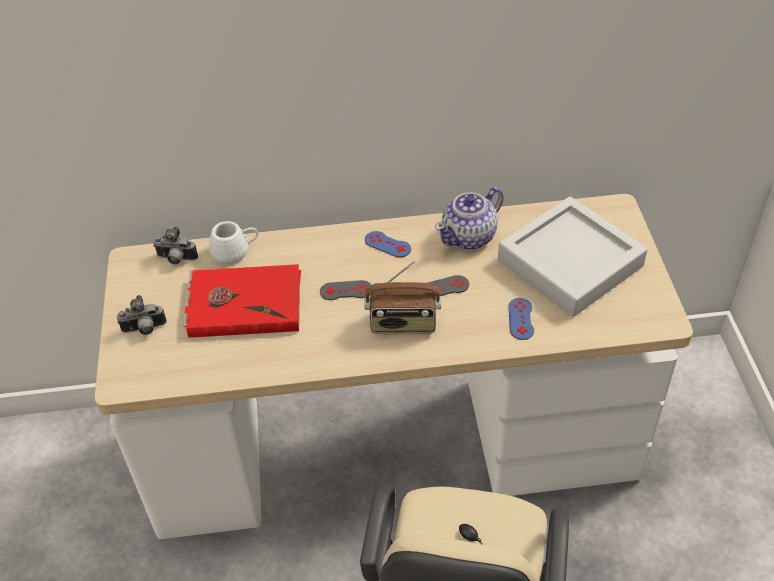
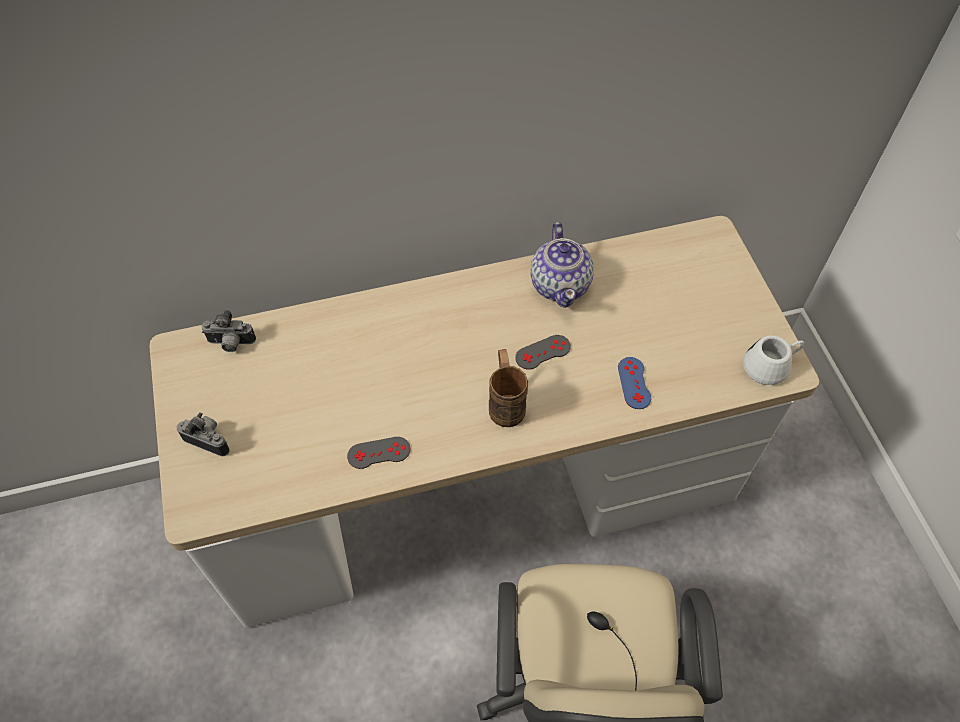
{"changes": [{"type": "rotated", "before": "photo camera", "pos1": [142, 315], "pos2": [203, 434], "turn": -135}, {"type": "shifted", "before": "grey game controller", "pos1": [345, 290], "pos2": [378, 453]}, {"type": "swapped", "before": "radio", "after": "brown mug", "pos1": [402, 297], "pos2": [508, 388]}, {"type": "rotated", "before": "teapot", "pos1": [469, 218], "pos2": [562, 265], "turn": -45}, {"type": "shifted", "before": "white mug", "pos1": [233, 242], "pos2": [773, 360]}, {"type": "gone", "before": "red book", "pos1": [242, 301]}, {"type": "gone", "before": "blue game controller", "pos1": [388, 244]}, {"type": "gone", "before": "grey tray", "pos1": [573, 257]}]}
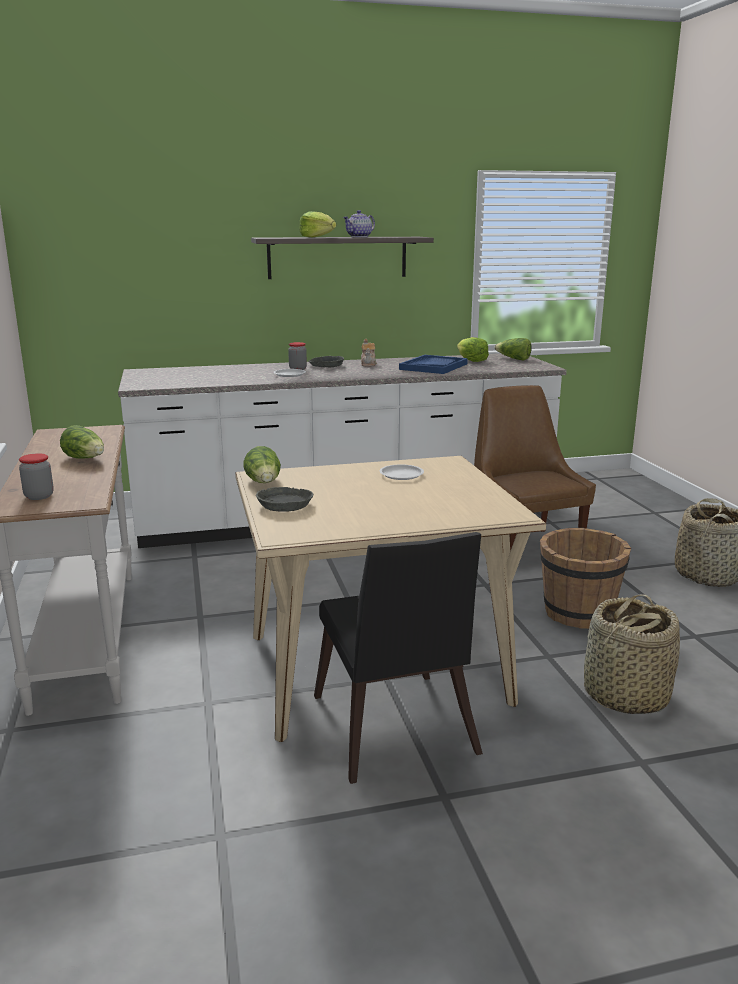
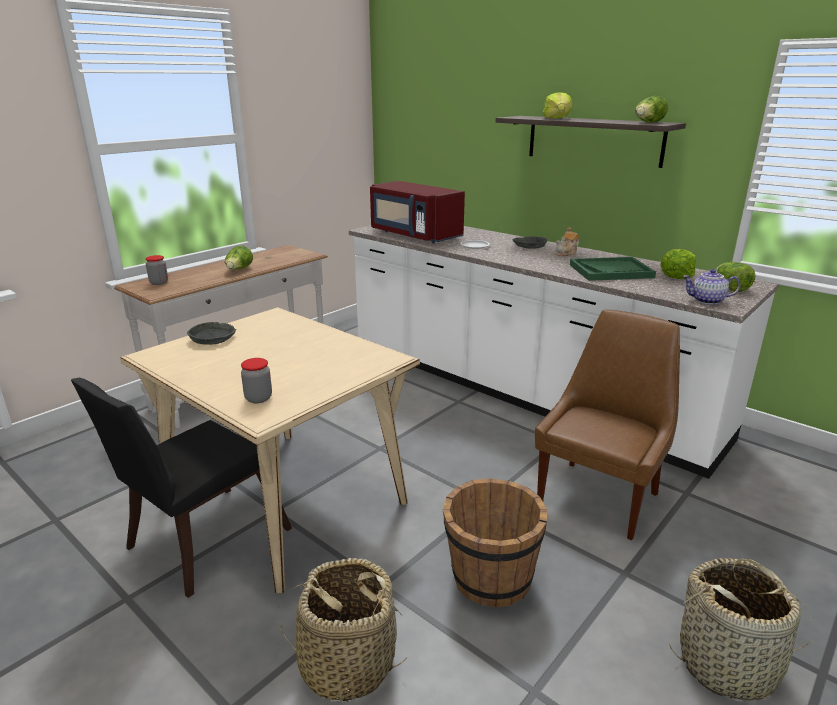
{"changes": [{"type": "shifted", "before": "jar", "pos1": [297, 356], "pos2": [256, 380]}, {"type": "new", "after": "red microwave", "pos2": [417, 212]}, {"type": "repainted", "before": "blue tray", "after": "green tray", "pos1": [433, 364], "pos2": [613, 269]}, {"type": "shifted", "before": "lettuce", "pos1": [262, 464], "pos2": [651, 109]}, {"type": "shifted", "before": "teapot", "pos1": [359, 223], "pos2": [711, 287]}, {"type": "gone", "before": "white plate", "pos1": [401, 472]}]}
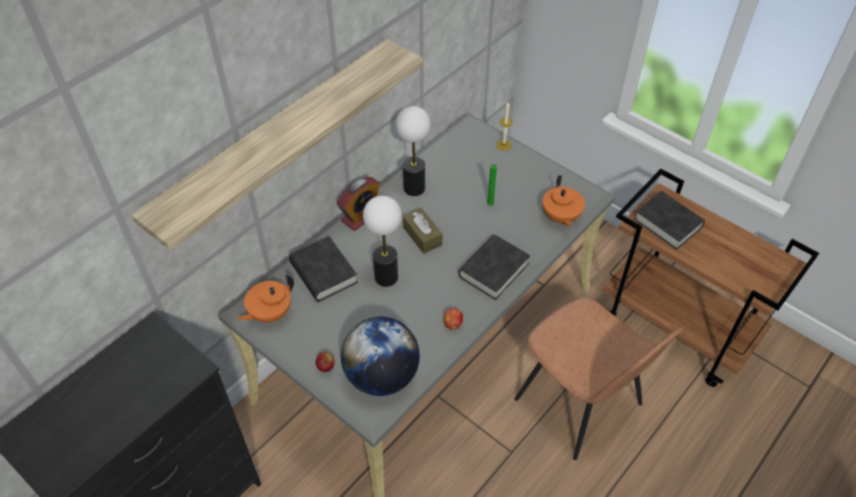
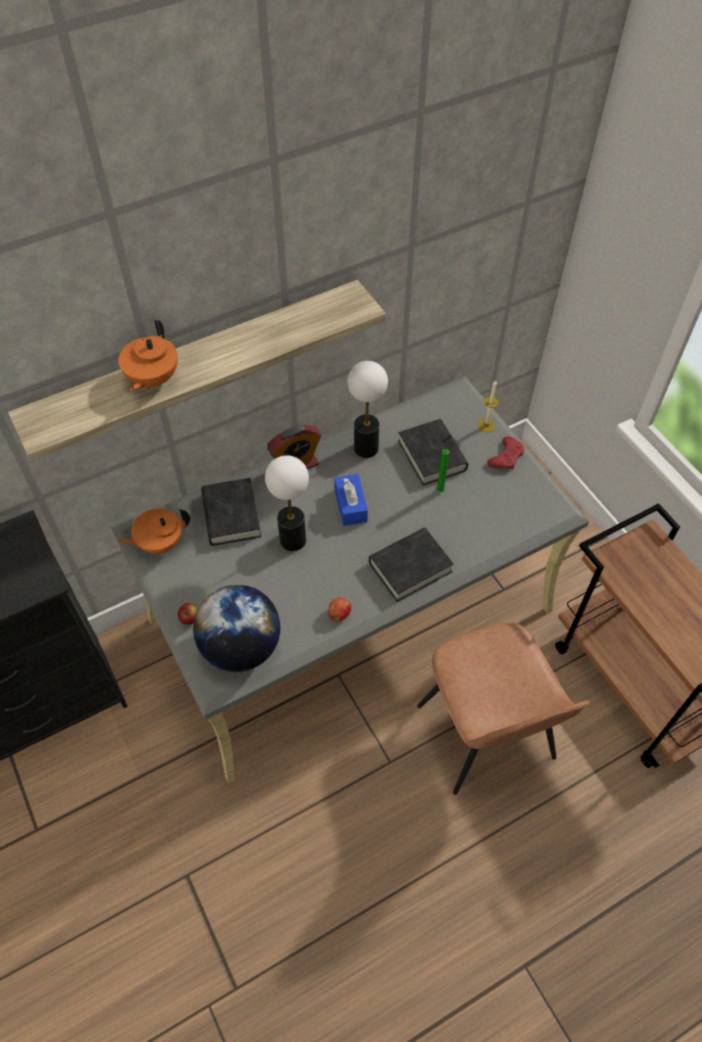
{"changes": [{"type": "shifted", "before": "orange teapot", "pos1": [564, 201], "pos2": [148, 355]}, {"type": "repainted", "before": "brown tissue box", "after": "blue tissue box", "pos1": [422, 231], "pos2": [351, 500]}, {"type": "shifted", "before": "black book", "pos1": [669, 220], "pos2": [433, 452]}, {"type": "new", "after": "red game controller", "pos2": [506, 453]}]}
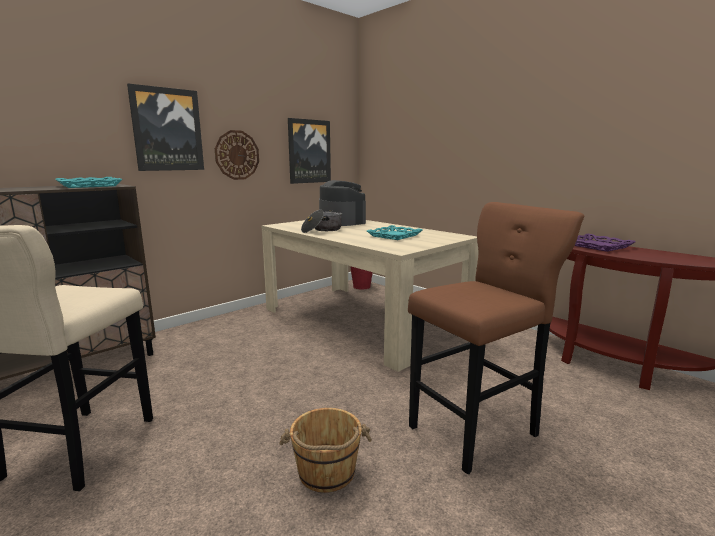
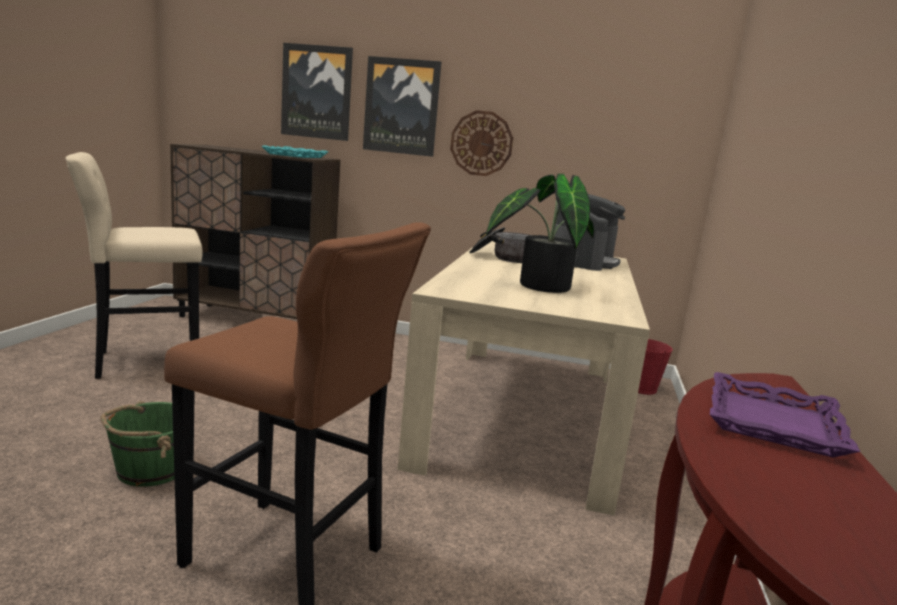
{"changes": [{"type": "repainted", "before": "brown bucket", "after": "green bucket", "pos1": [325, 450], "pos2": [137, 444]}, {"type": "shifted", "before": "picture", "pos1": [309, 151], "pos2": [317, 92]}, {"type": "swapped", "before": "turquoise tray", "after": "potted plant", "pos1": [395, 232], "pos2": [540, 233]}]}
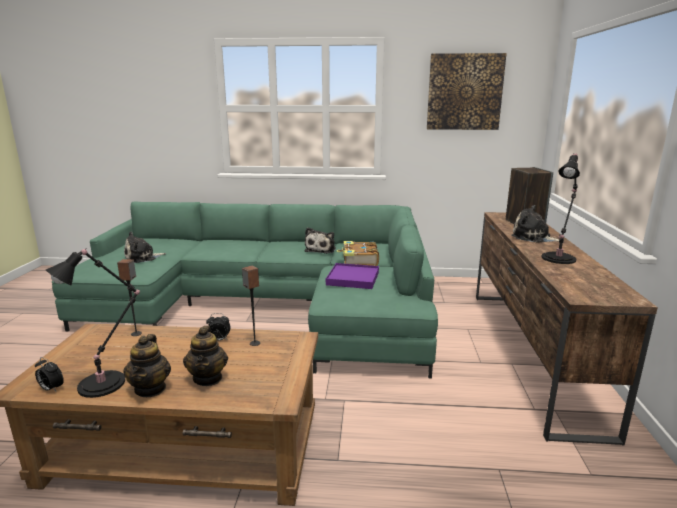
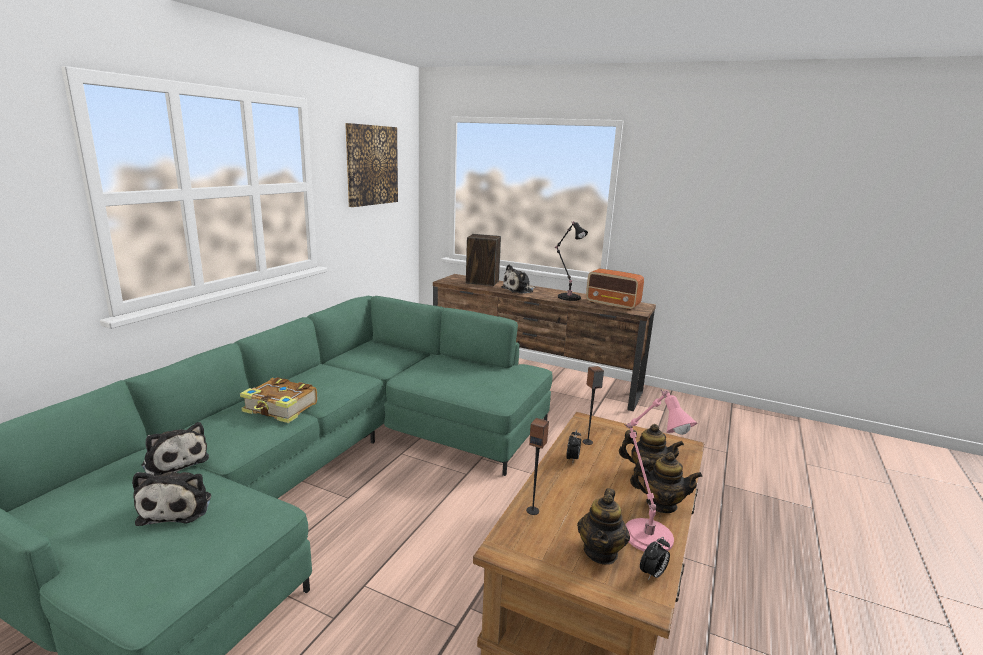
{"changes": [{"type": "shifted", "before": "plush toy", "pos1": [320, 240], "pos2": [175, 449]}, {"type": "shifted", "before": "book", "pos1": [358, 253], "pos2": [278, 400]}, {"type": "new", "after": "teapot", "pos2": [603, 526]}, {"type": "new", "after": "radio", "pos2": [615, 289]}, {"type": "repainted", "before": "black table lamp", "after": "pink table lamp", "pos1": [93, 323], "pos2": [660, 470]}, {"type": "gone", "before": "purple tray", "pos1": [352, 276]}]}
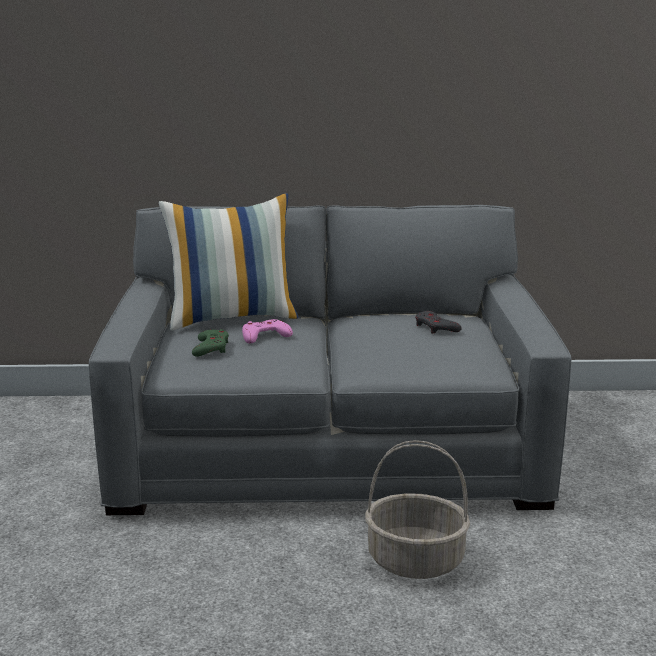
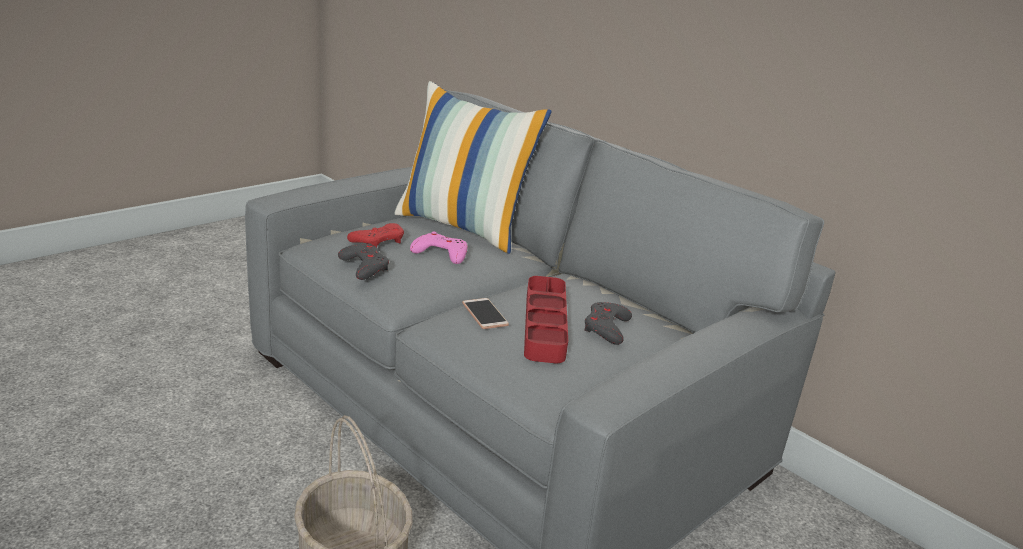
{"changes": [{"type": "new", "after": "grey game controller", "pos2": [363, 261]}, {"type": "repainted", "before": "green game controller", "after": "red game controller", "pos1": [210, 343], "pos2": [375, 235]}, {"type": "new", "after": "phone", "pos2": [485, 313]}, {"type": "new", "after": "red tray", "pos2": [546, 320]}]}
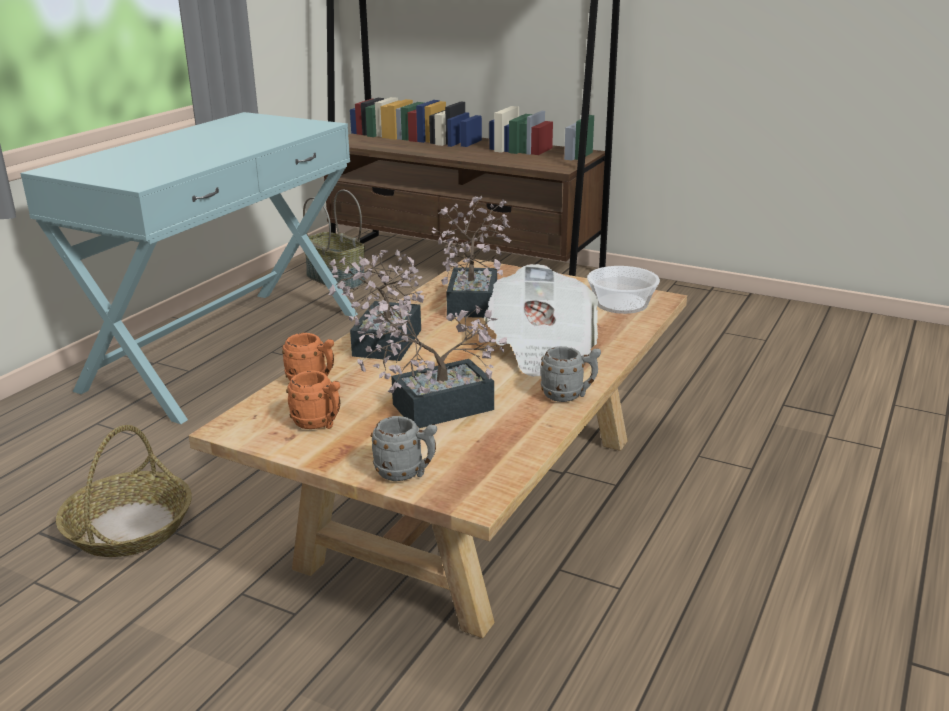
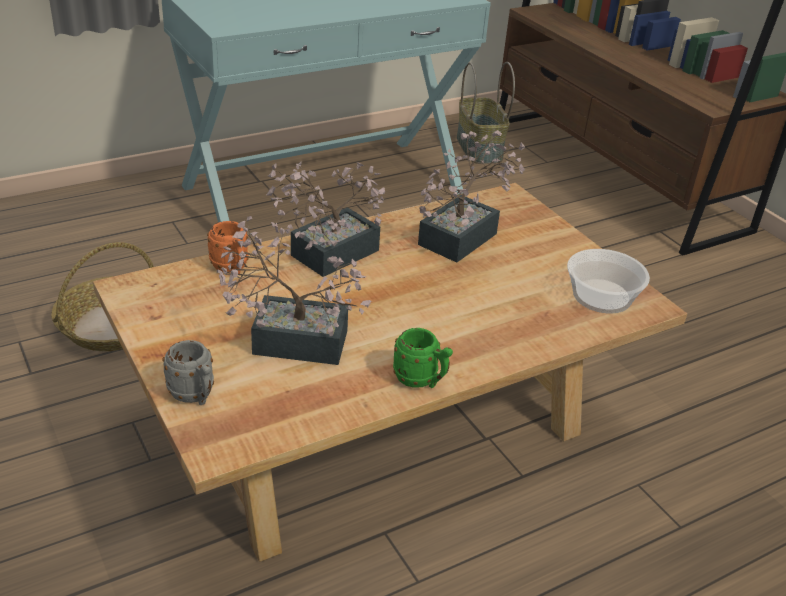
{"changes": [{"type": "repainted", "before": "grey mug", "after": "green mug", "pos1": [571, 374], "pos2": [423, 358]}, {"type": "gone", "before": "orange mug", "pos1": [313, 399]}, {"type": "gone", "before": "newspaper", "pos1": [541, 320]}]}
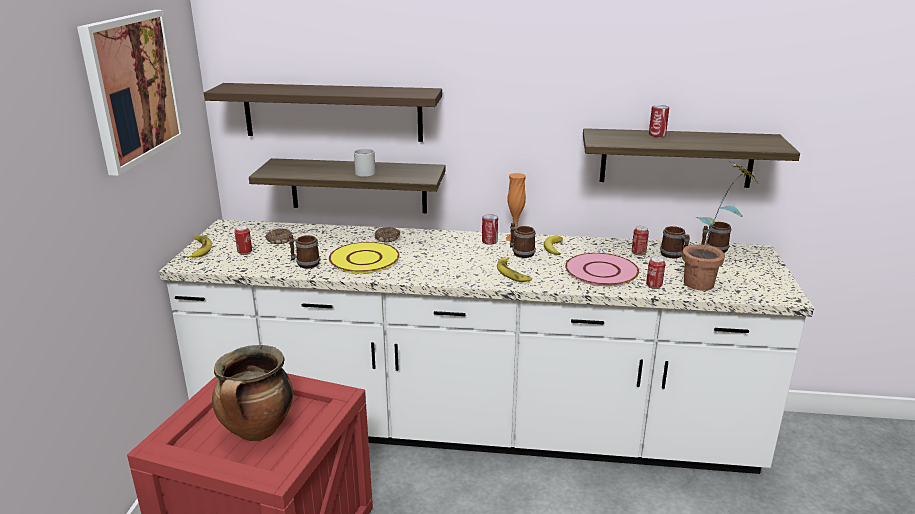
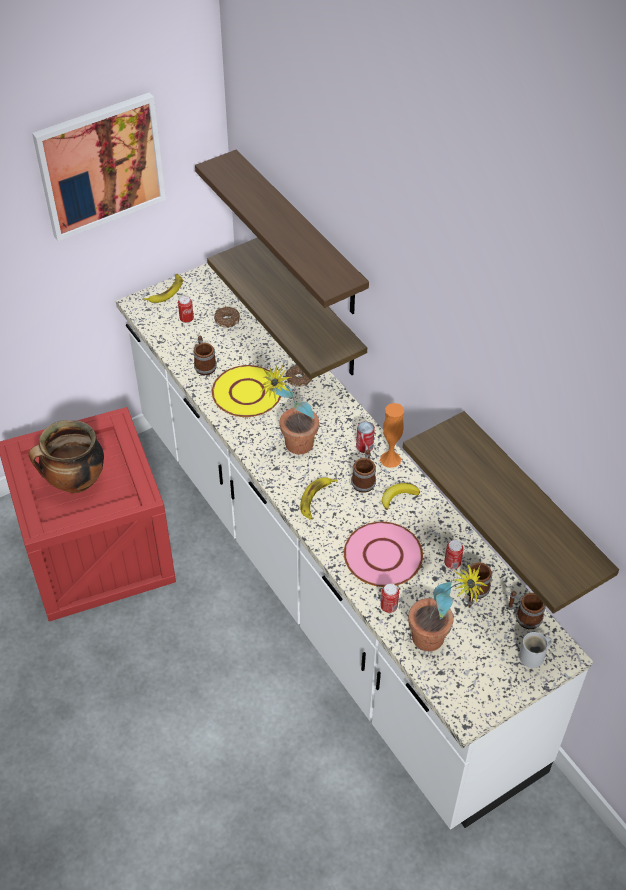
{"changes": [{"type": "new", "after": "potted plant", "pos2": [289, 409]}, {"type": "shifted", "before": "white mug", "pos1": [364, 163], "pos2": [535, 650]}, {"type": "gone", "before": "can", "pos1": [659, 121]}]}
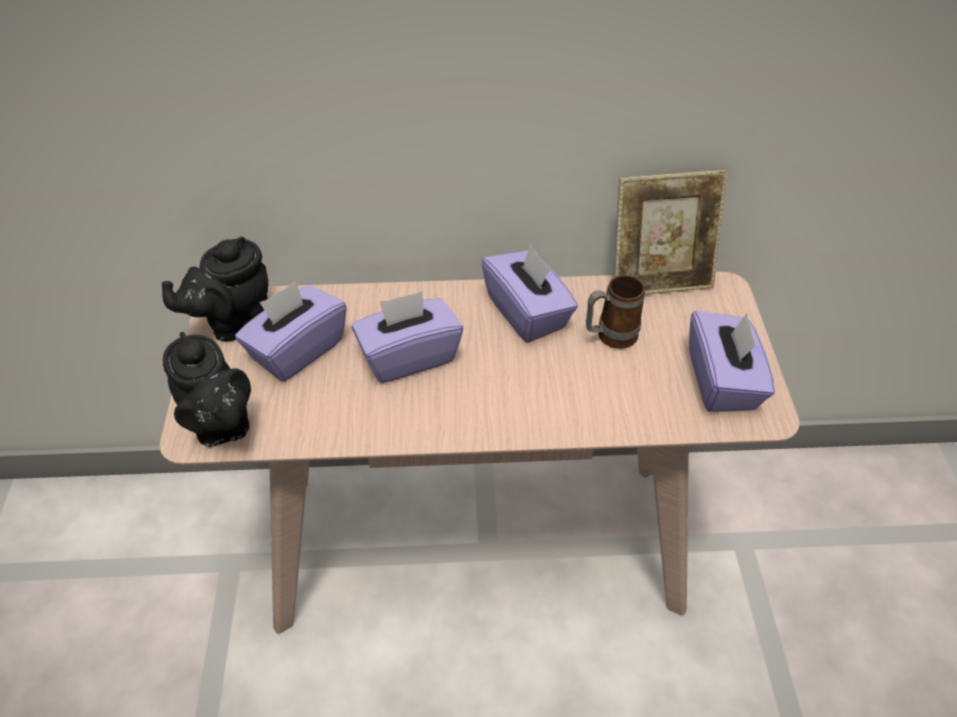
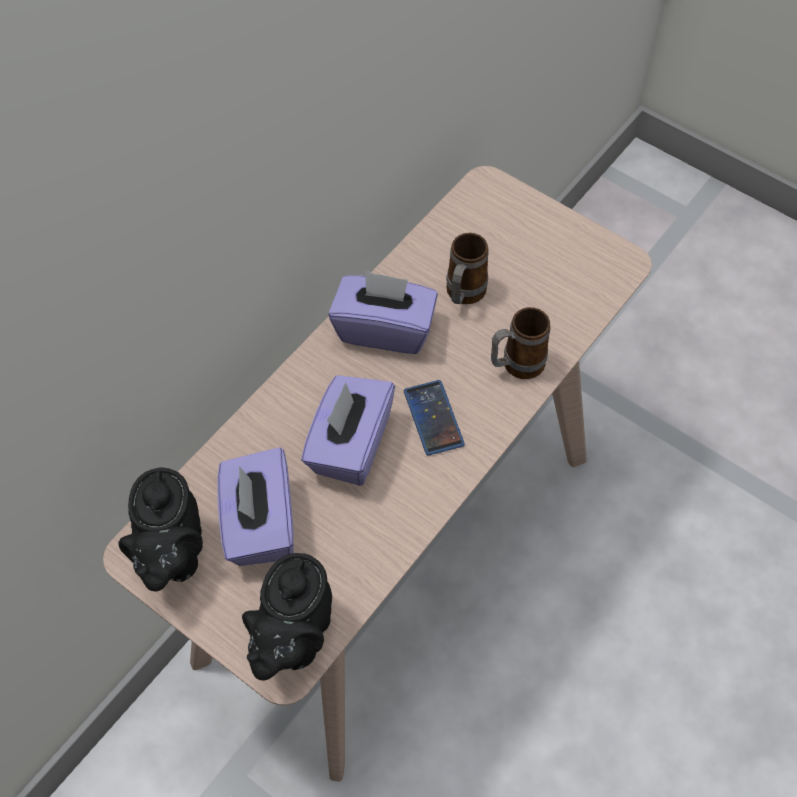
{"changes": [{"type": "rotated", "before": "black teapot", "pos1": [207, 389], "pos2": [287, 617], "turn": 105}, {"type": "new", "after": "phone", "pos2": [434, 418]}, {"type": "new", "after": "mug", "pos2": [520, 343]}, {"type": "gone", "before": "picture frame", "pos1": [671, 232]}, {"type": "gone", "before": "purple tissue box", "pos1": [732, 361]}]}
